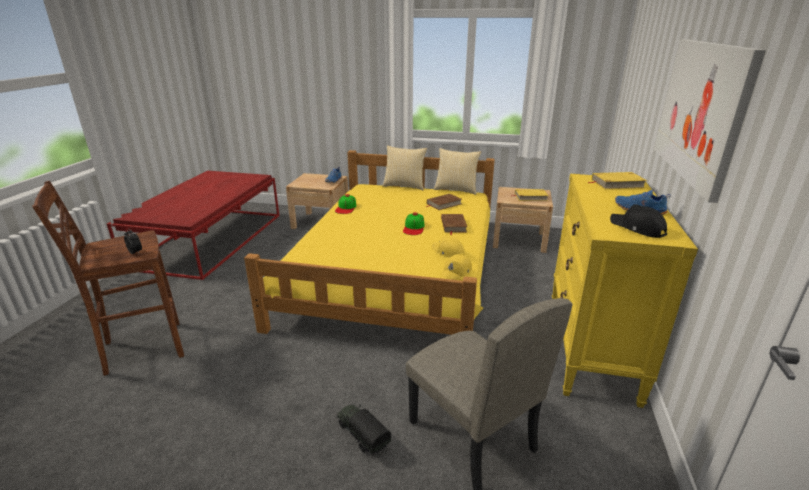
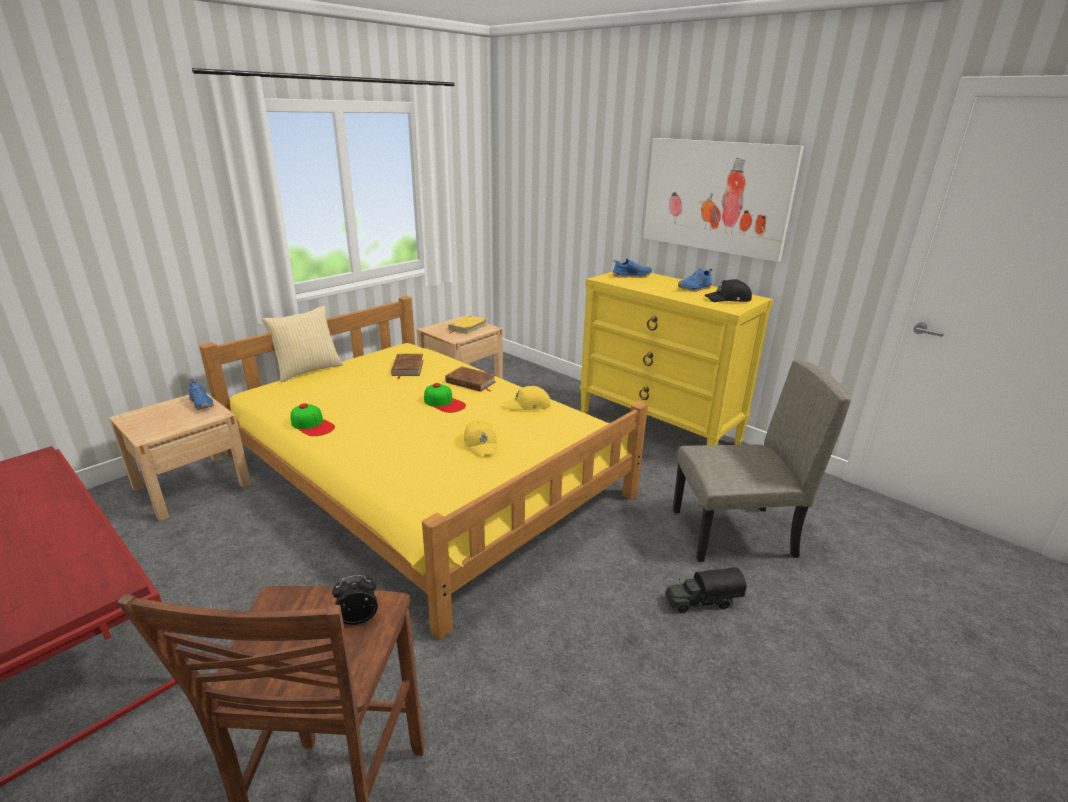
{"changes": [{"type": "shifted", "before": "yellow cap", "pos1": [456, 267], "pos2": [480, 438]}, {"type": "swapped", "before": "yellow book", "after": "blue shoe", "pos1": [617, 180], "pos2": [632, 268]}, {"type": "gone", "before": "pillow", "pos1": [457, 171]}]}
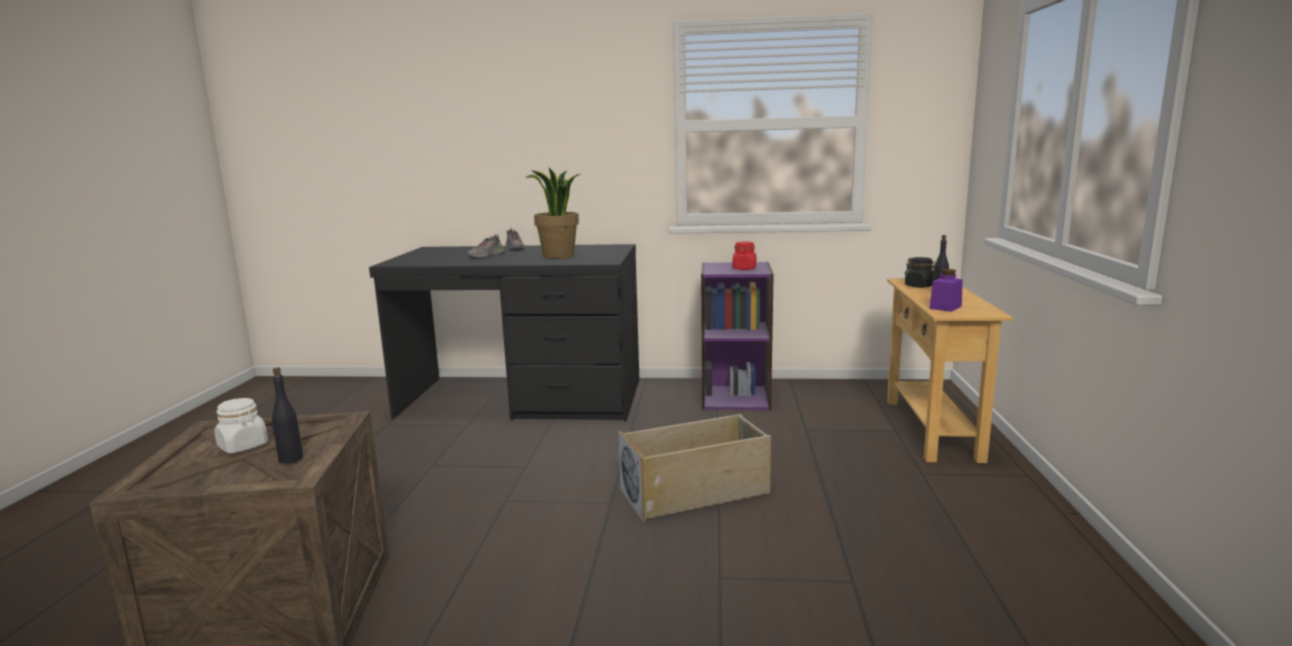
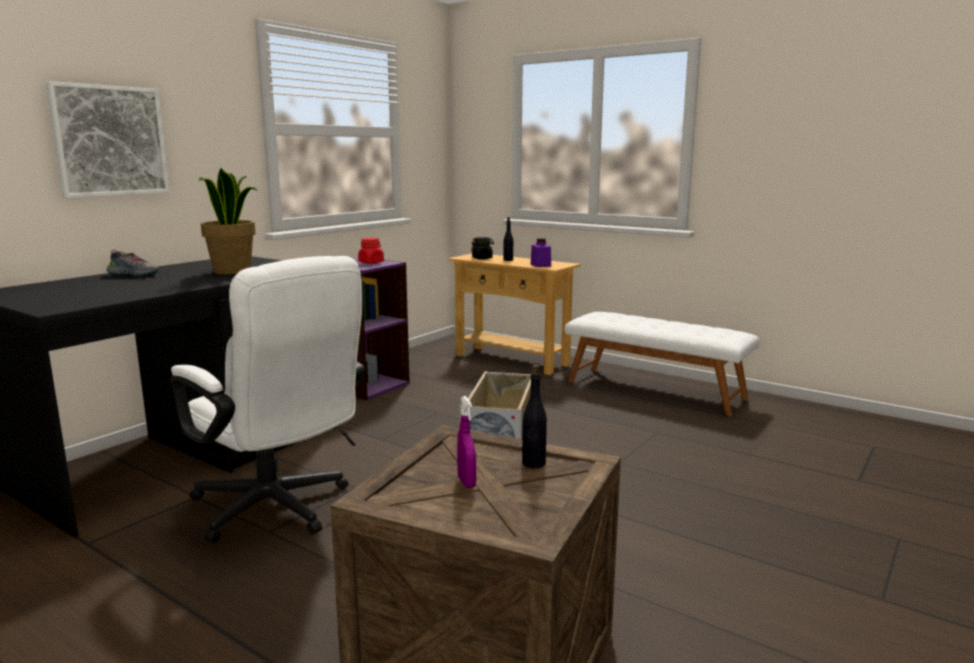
{"changes": [{"type": "new", "after": "picture", "pos2": [107, 139]}, {"type": "new", "after": "white office chair", "pos2": [268, 399]}, {"type": "swapped", "before": "white jar", "after": "purple spray bottle", "pos1": [241, 425], "pos2": [466, 442]}, {"type": "new", "after": "white bench", "pos2": [662, 364]}, {"type": "gone", "before": "shoe", "pos1": [486, 246]}]}
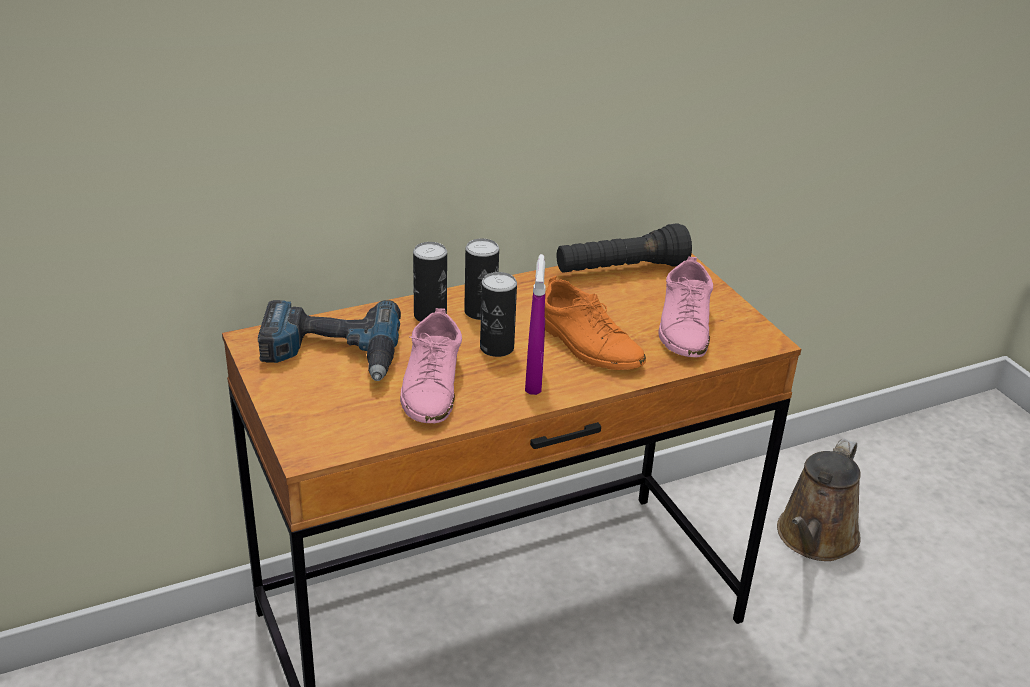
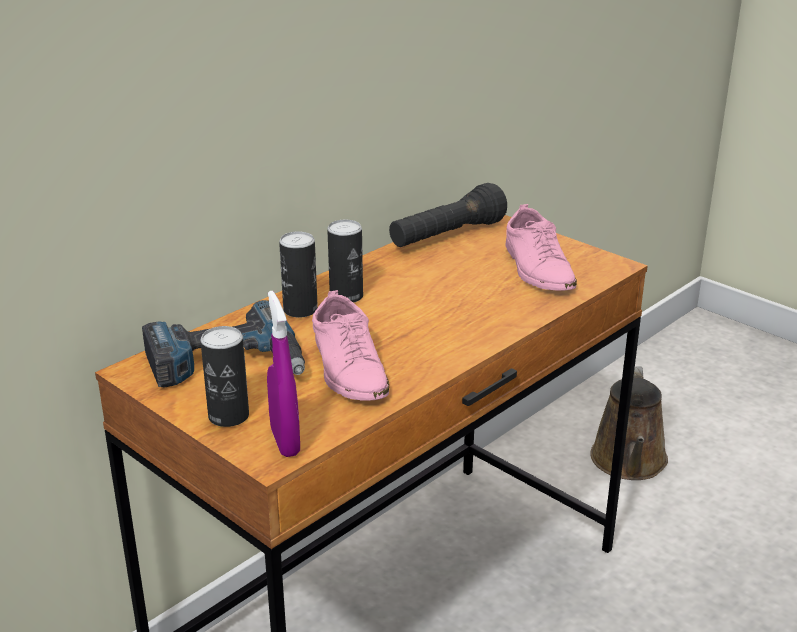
{"changes": [{"type": "shifted", "before": "can", "pos1": [498, 314], "pos2": [224, 376]}, {"type": "shifted", "before": "purple spray bottle", "pos1": [535, 324], "pos2": [283, 374]}, {"type": "gone", "before": "orange shoe", "pos1": [595, 323]}]}
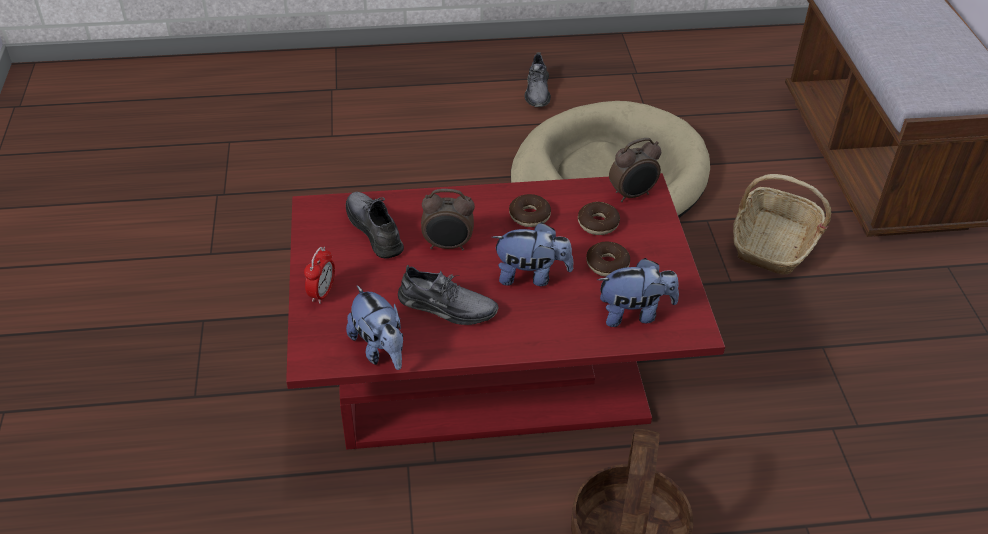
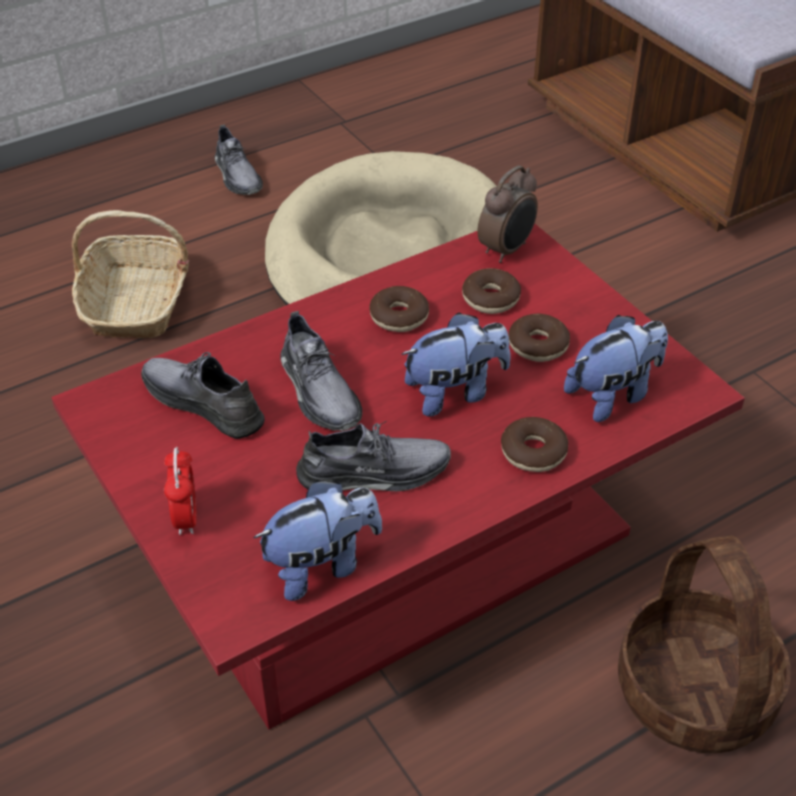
{"changes": [{"type": "shifted", "before": "basket", "pos1": [782, 224], "pos2": [130, 274]}, {"type": "rotated", "before": "plush toy", "pos1": [374, 327], "pos2": [317, 540], "turn": -60}, {"type": "swapped", "before": "alarm clock", "after": "grey shoe", "pos1": [448, 219], "pos2": [321, 371]}, {"type": "new", "after": "donut", "pos2": [534, 444]}]}
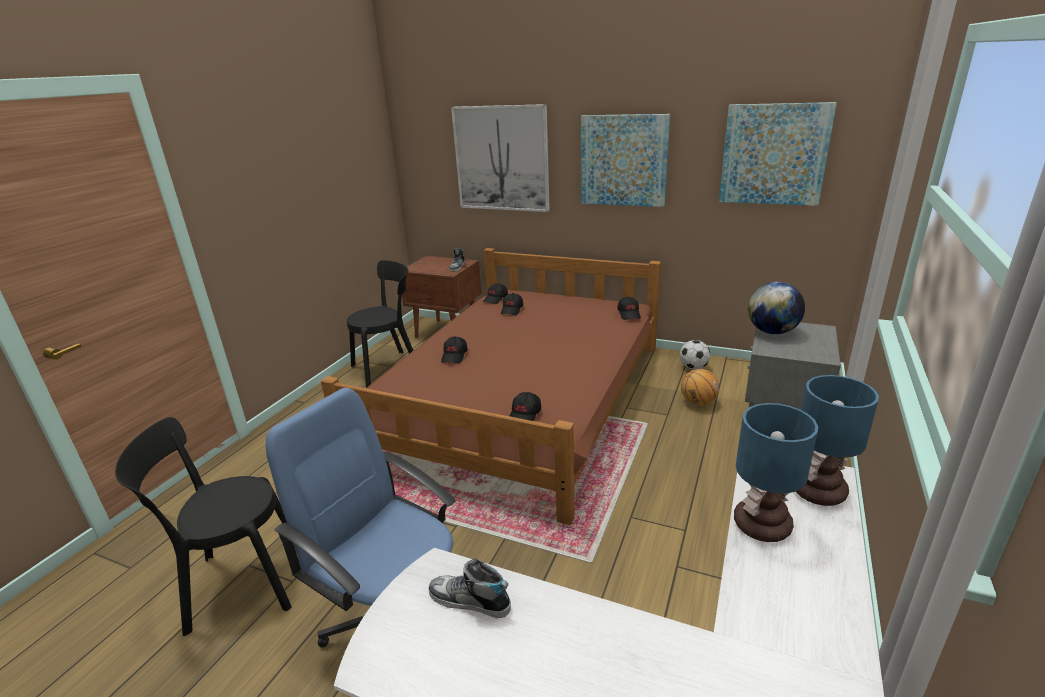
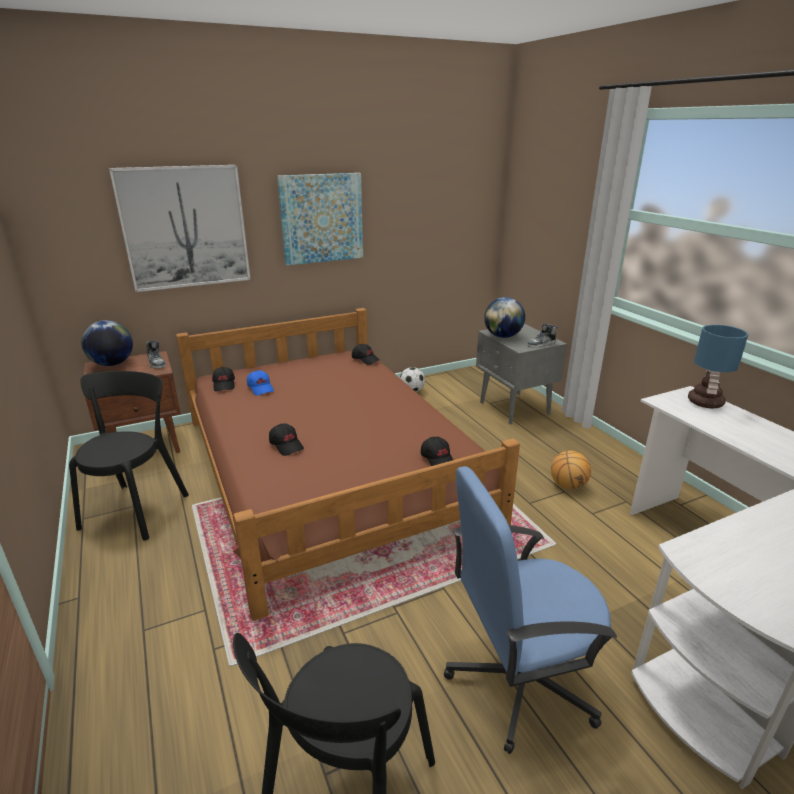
{"changes": [{"type": "new", "after": "globe", "pos2": [107, 343]}, {"type": "repainted", "before": "black cap", "after": "blue cap", "pos1": [512, 304], "pos2": [260, 383]}, {"type": "shifted", "before": "shoe", "pos1": [469, 588], "pos2": [542, 336]}, {"type": "shifted", "before": "basketball", "pos1": [700, 387], "pos2": [571, 470]}, {"type": "gone", "before": "picture", "pos1": [778, 154]}, {"type": "gone", "before": "table lamp", "pos1": [776, 472]}]}
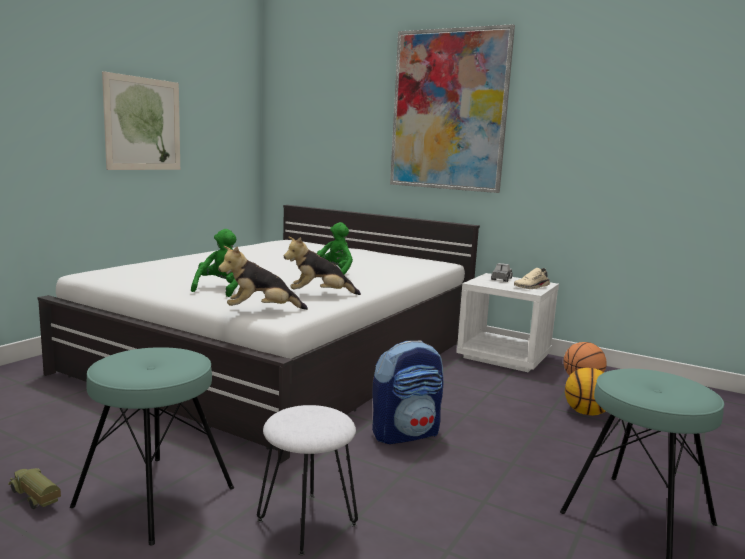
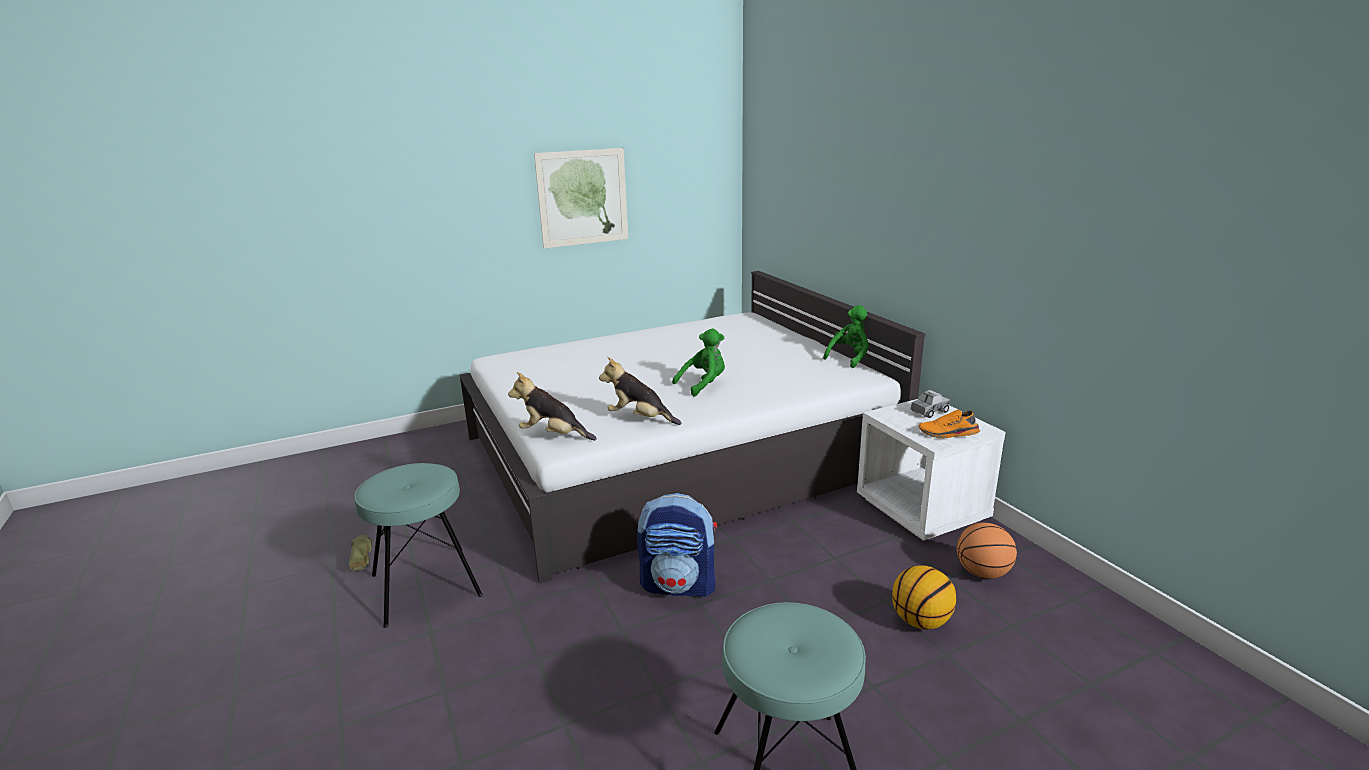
{"changes": [{"type": "shifted", "before": "green plush toy", "pos1": [214, 263], "pos2": [846, 336]}, {"type": "repainted", "before": "beige shoe", "after": "orange shoe", "pos1": [532, 278], "pos2": [949, 423]}, {"type": "gone", "before": "white stool", "pos1": [307, 480]}, {"type": "gone", "before": "picture", "pos1": [452, 108]}]}
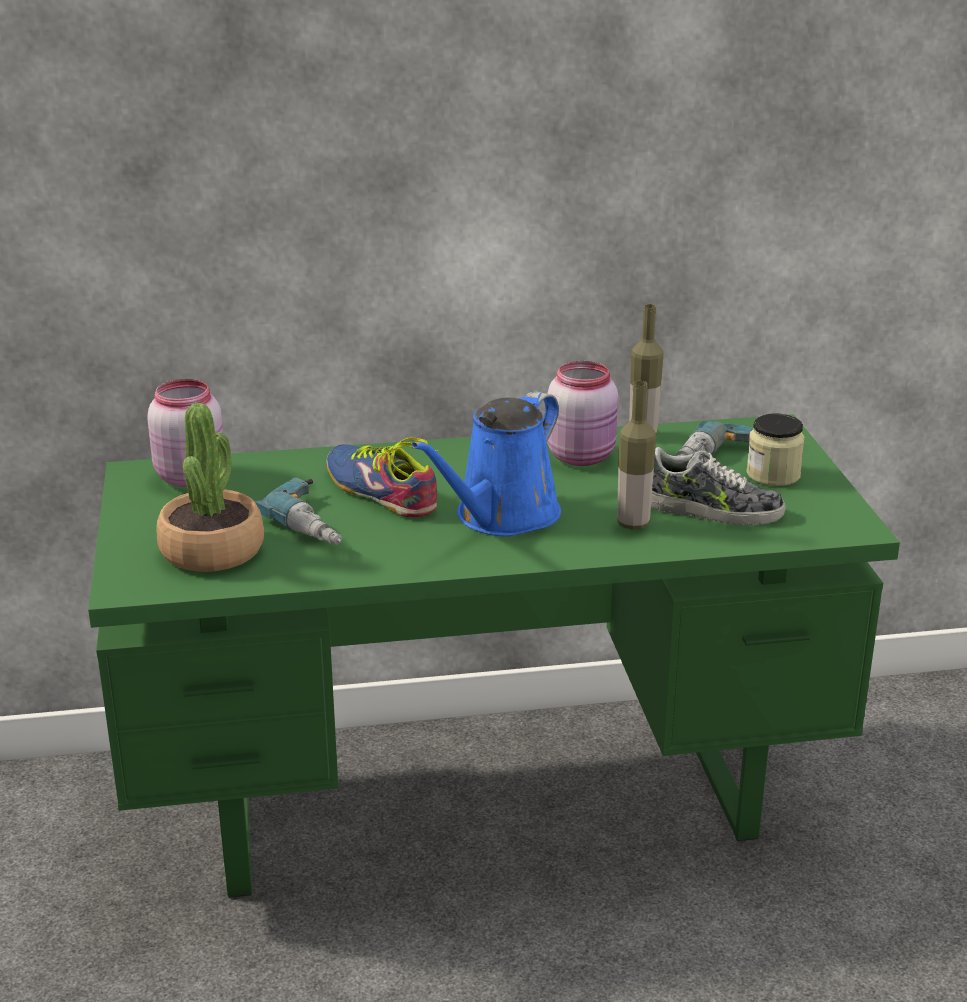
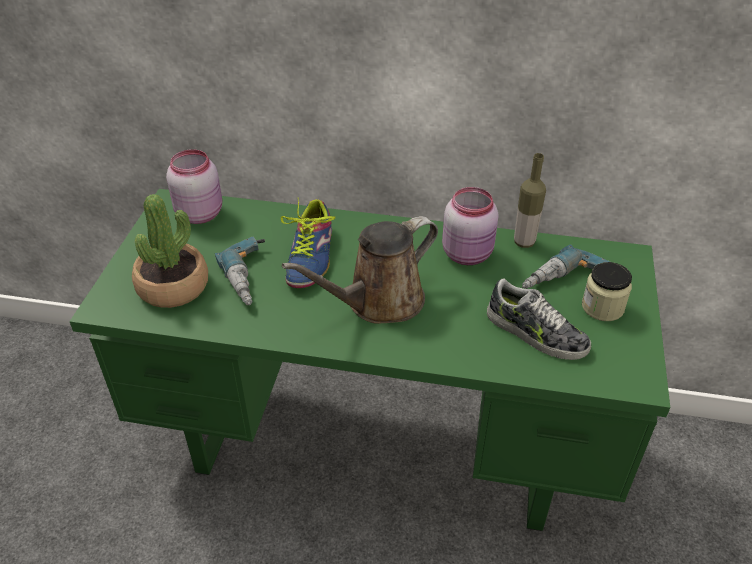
{"changes": [{"type": "rotated", "before": "shoe", "pos1": [382, 477], "pos2": [308, 242], "turn": -150}, {"type": "repainted", "before": "blue watering can", "after": "brown watering can", "pos1": [486, 463], "pos2": [360, 270]}, {"type": "gone", "before": "bottle", "pos1": [636, 455]}]}
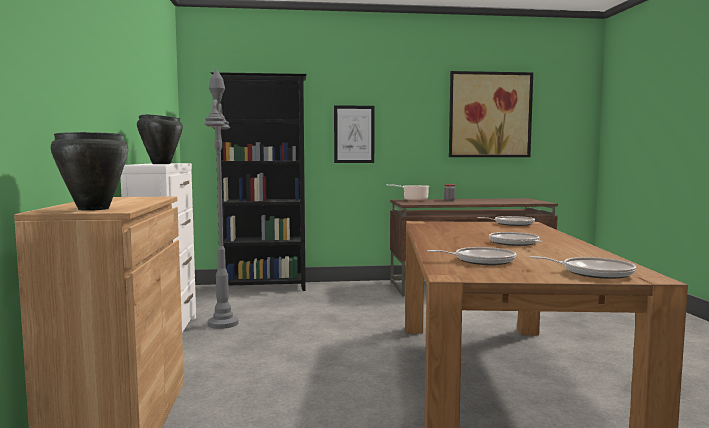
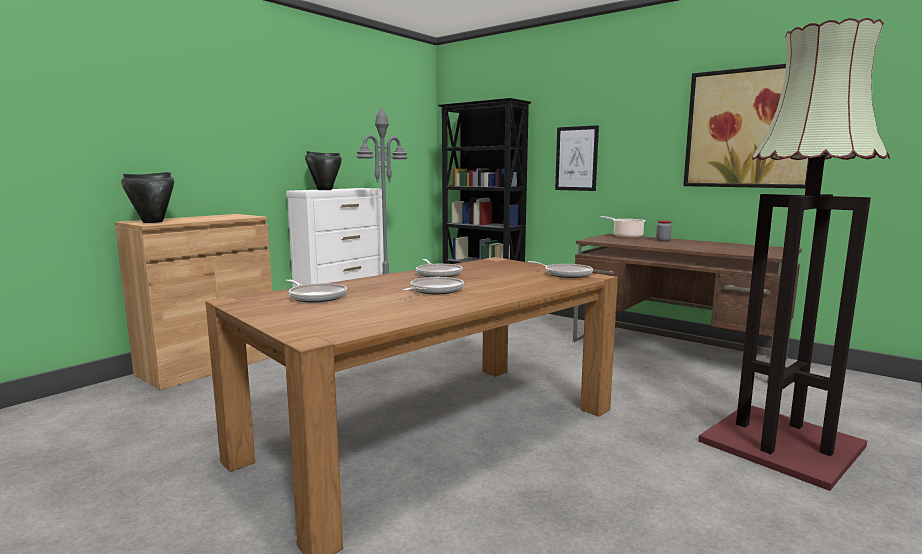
{"changes": [{"type": "shifted", "before": "frying pan", "pos1": [582, 267], "pos2": [439, 268]}, {"type": "new", "after": "floor lamp", "pos2": [794, 254]}]}
